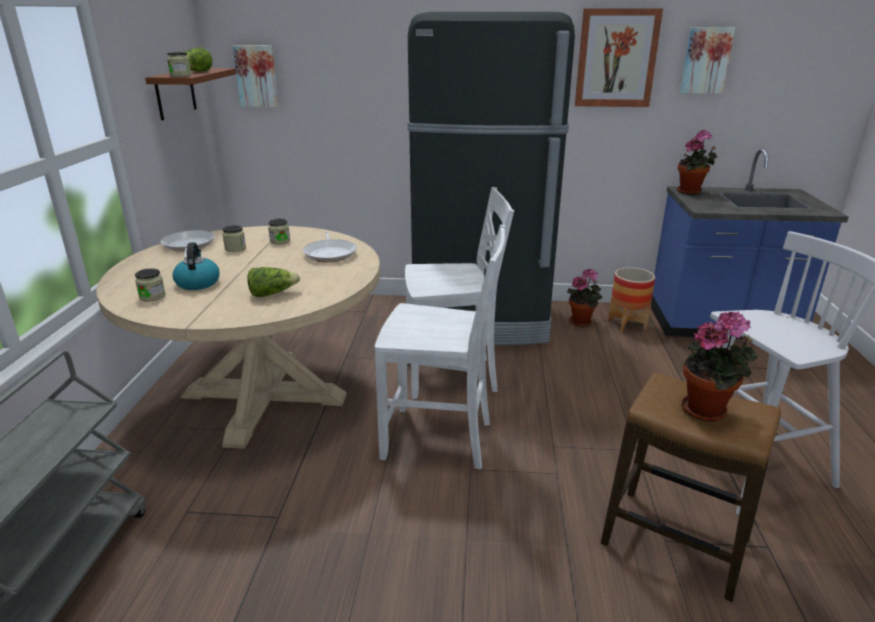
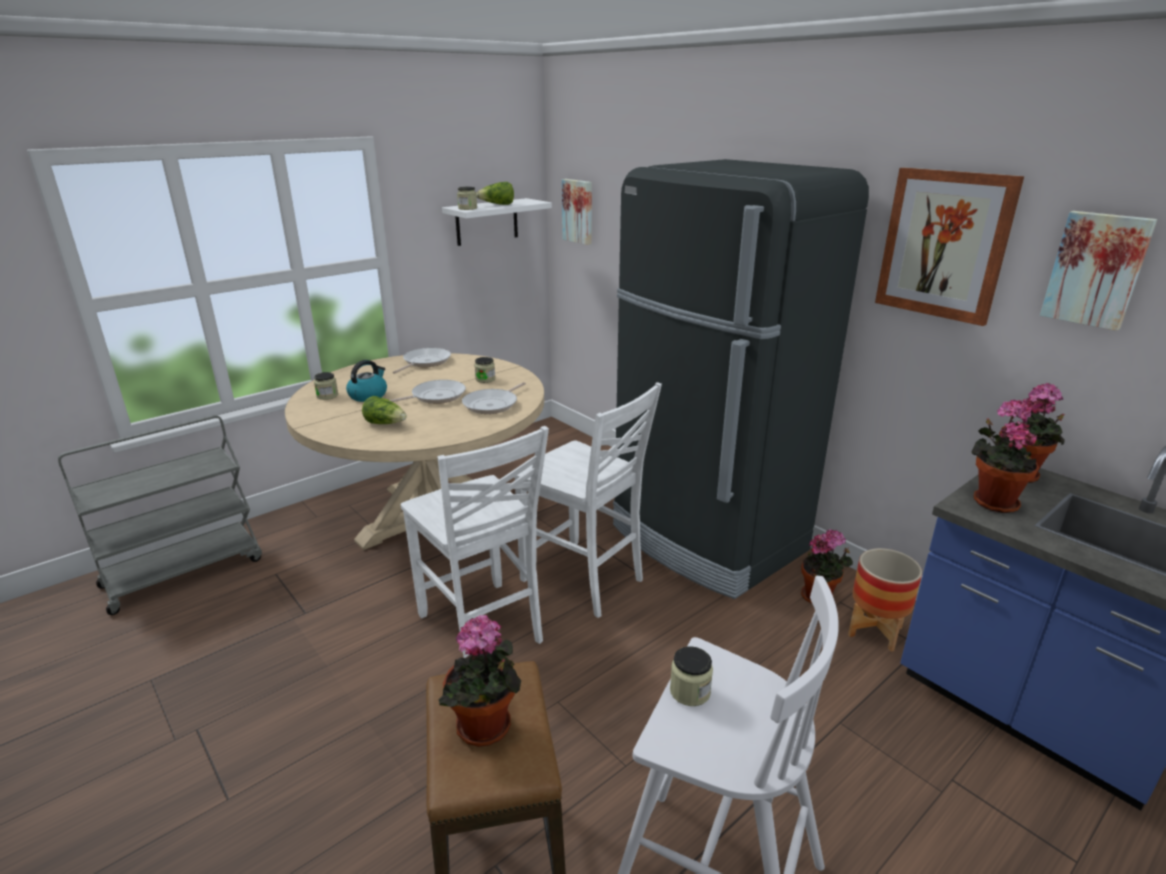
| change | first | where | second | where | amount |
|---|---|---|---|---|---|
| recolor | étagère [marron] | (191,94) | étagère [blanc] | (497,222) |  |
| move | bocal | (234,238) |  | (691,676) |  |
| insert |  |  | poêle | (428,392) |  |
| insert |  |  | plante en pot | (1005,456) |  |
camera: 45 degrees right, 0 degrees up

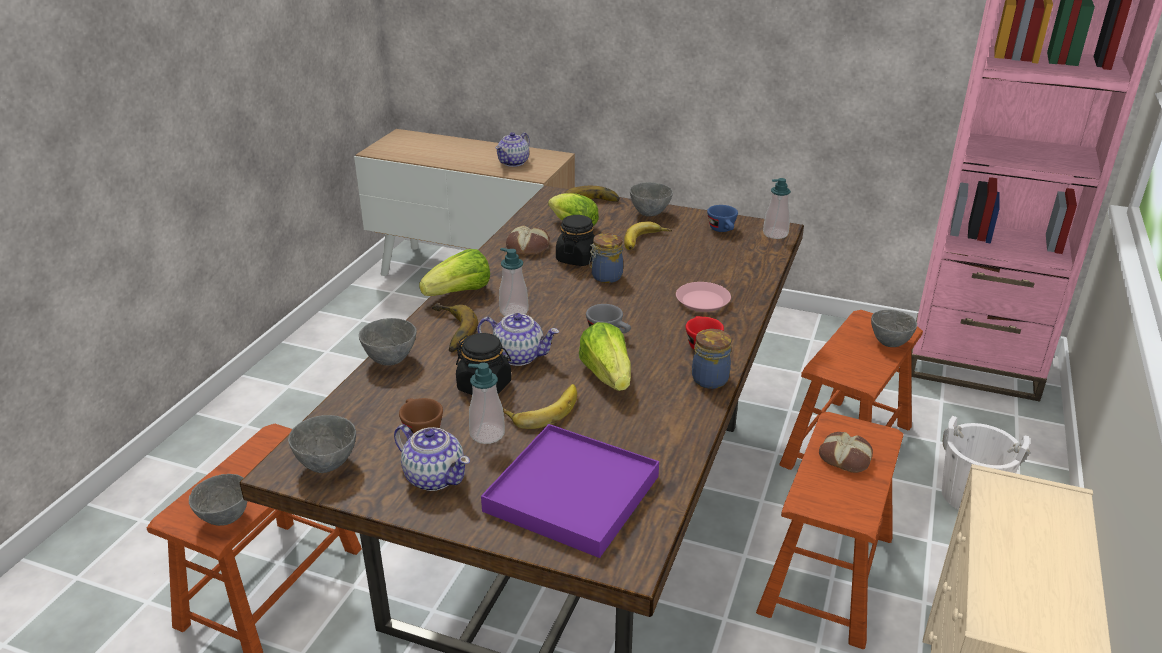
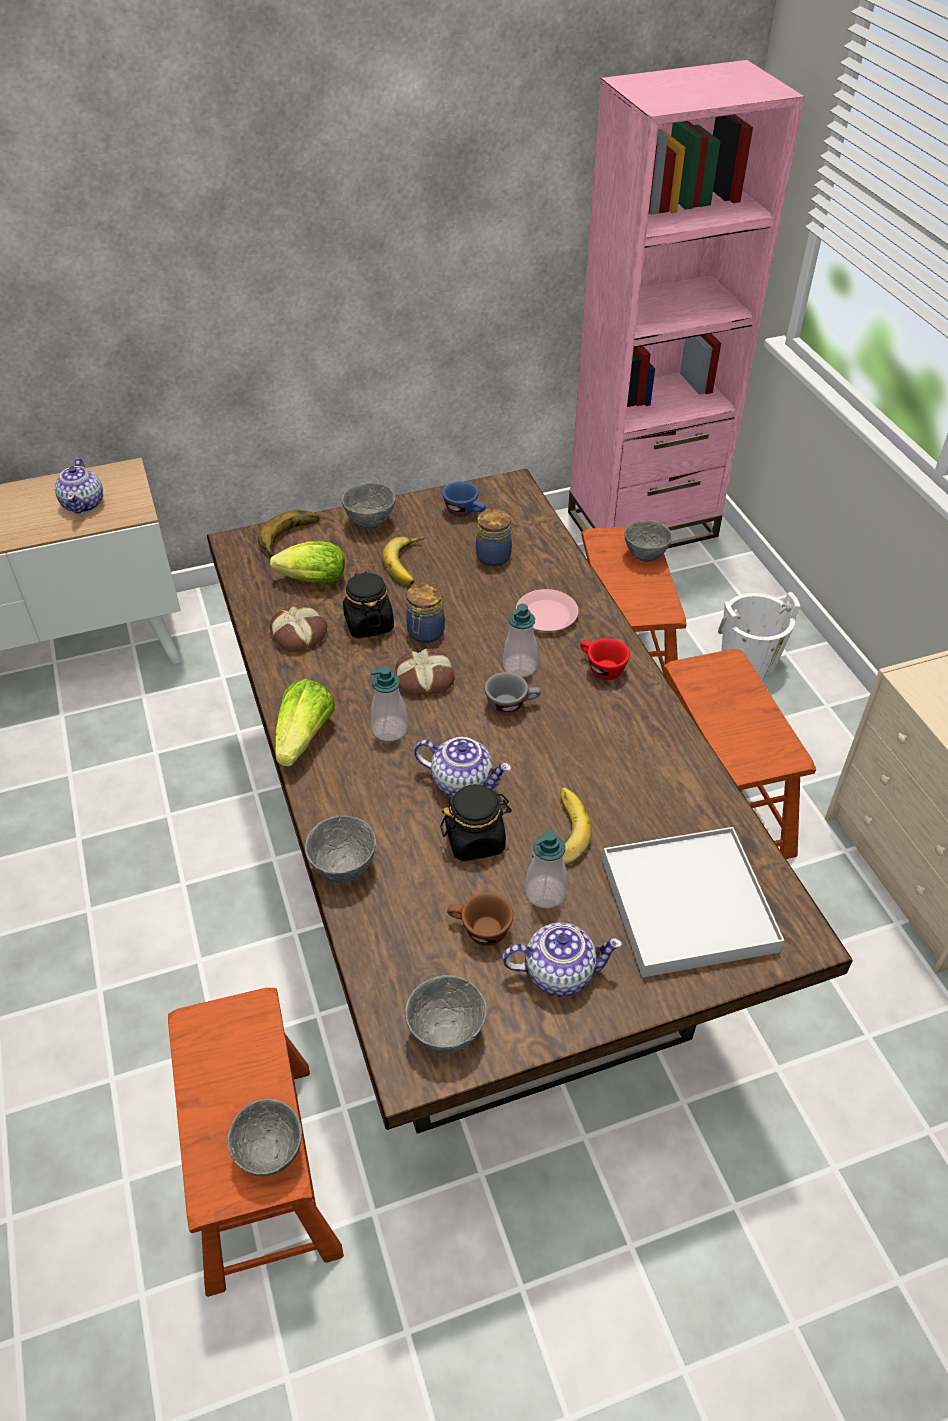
| change | first | where | second | where | amount |
|---|---|---|---|---|---|
| delete | banane | (455,327) |  |  |  |
| rotate | théière | (518,339) |  | (462,767) | 45 degrees clockwise |
| recolor | plateau [violet] | (570,491) | plateau [blanc] | (693,902) |  |
| delete | laitue | (605,356) |  |  |  |
| move | bocal | (712,359) |  | (494,537) |  |
| move | distributeur de savon | (777,208) |  | (520,640) |  |
| move | pain | (846,452) |  | (425,672) |  |
camera: 40 degrees left, 15 degrees up

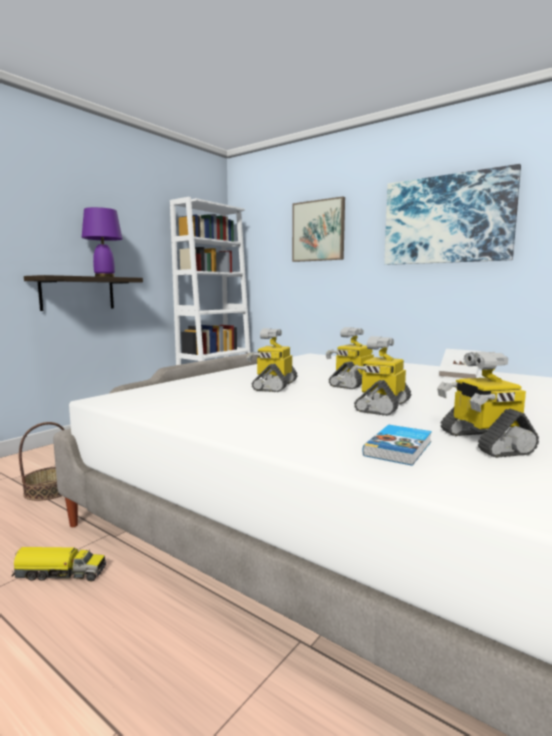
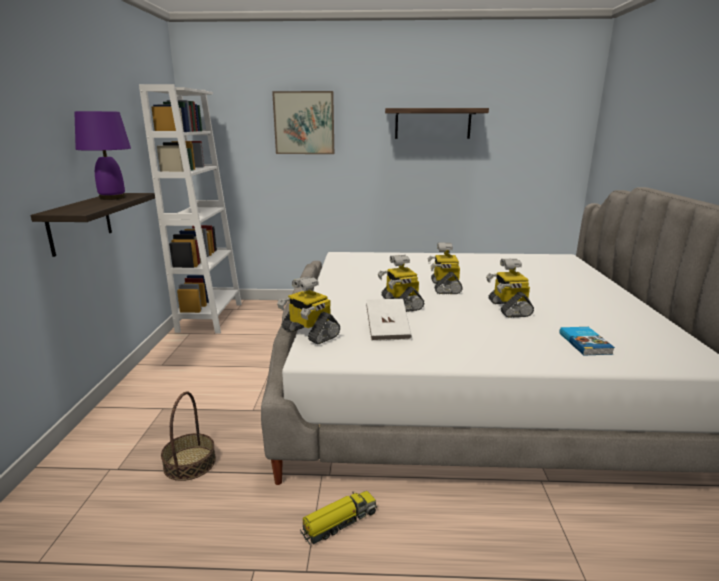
| change | first | where | second | where | amount |
|---|---|---|---|---|---|
| replace | tableau | (452,214) | étagère | (437,123) |  |
| move | robot jouet | (488,404) |  | (308,310) |  |
| move | livre [blanc] | (460,364) |  | (389,320) |  |
camera: 35 degrees left, 10 degrees up

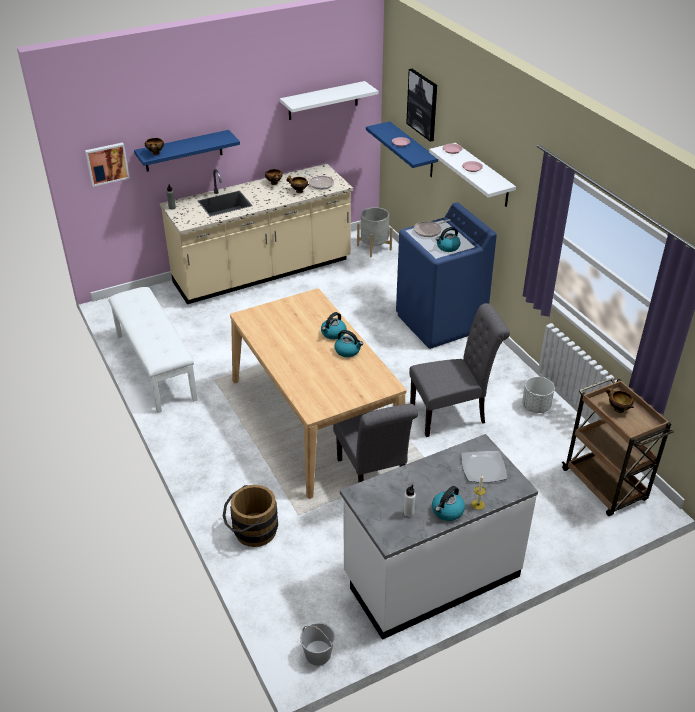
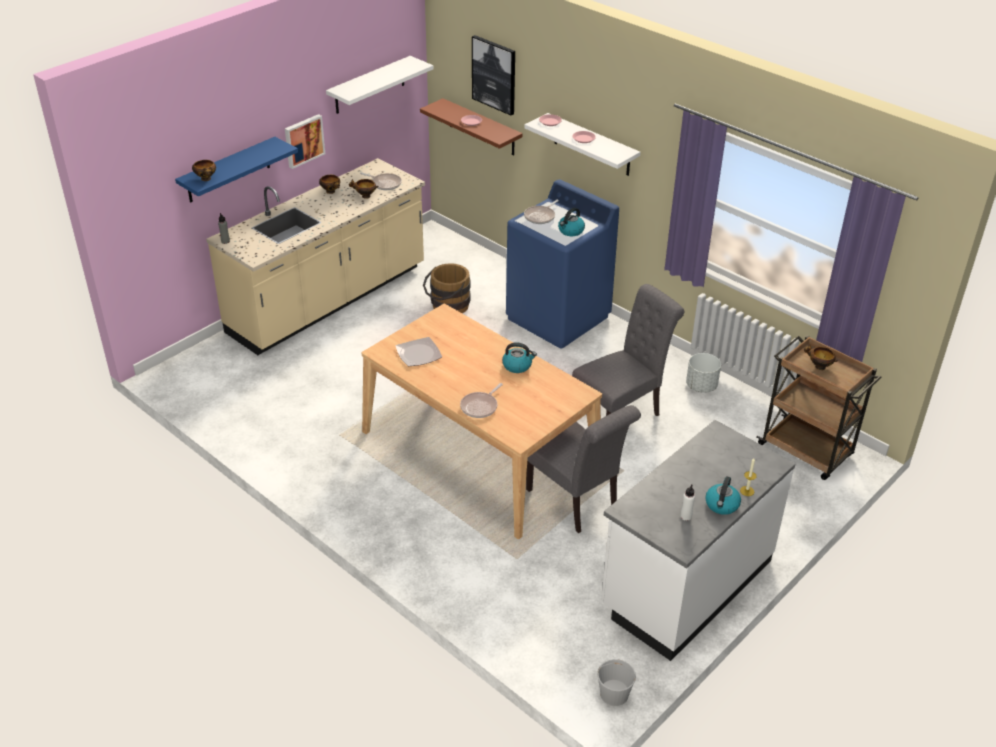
| change | first | where | second | where | amount |
|---|---|---|---|---|---|
| move | tableau | (107,164) |  | (305,141) |  |
| delete | banc [blanc] | (153,350) |  |  |  |
| move | seau [marron] | (250,516) |  | (447,288) |  |
| delete | bouilloire | (333,326) |  |  |  |
| delete | cache-pot [gris] | (375,232) |  |  |  |
| recolor | étagère [bleu] | (402,149) | étagère [marron] | (471,127) |  |
| move | assiette | (484,467) |  | (419,351) |  |
| insert |  |  | poêle | (481,400) |  |
camera: 20 degrees left, 0 degrees up

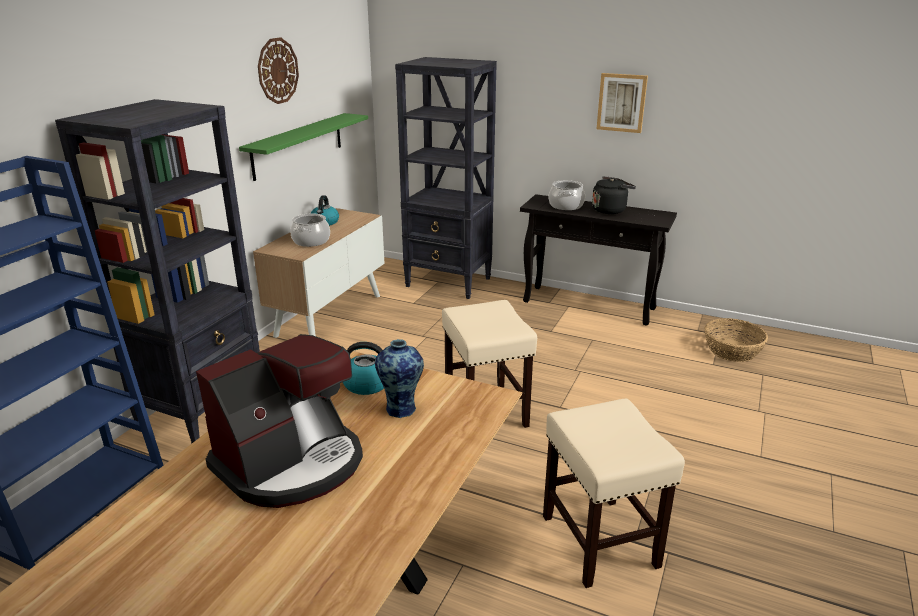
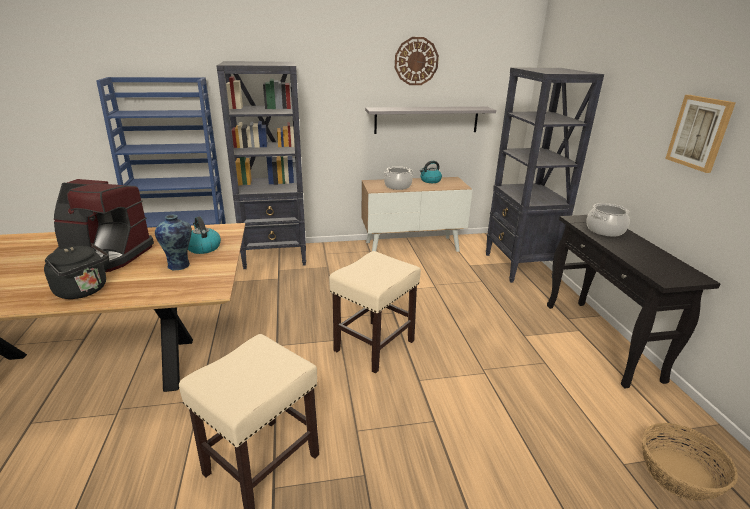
| change | first | where | second | where | amount |
|---|---|---|---|---|---|
| recolor | étagère [vert] | (303,147) | étagère [gris] | (430,120) |  |
| move | bouilloire [noir] | (614,195) |  | (76,271) |  |
camera: 55 degrees right, 0 degrees up

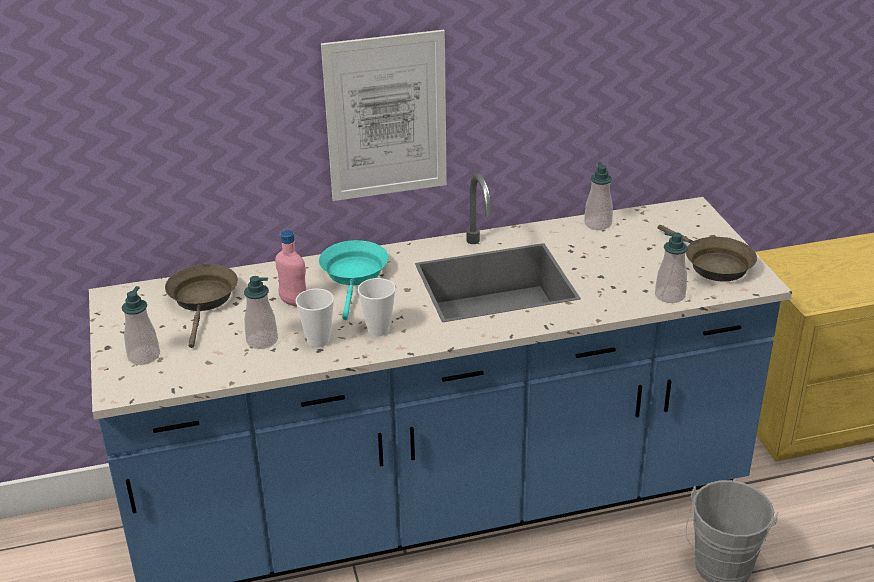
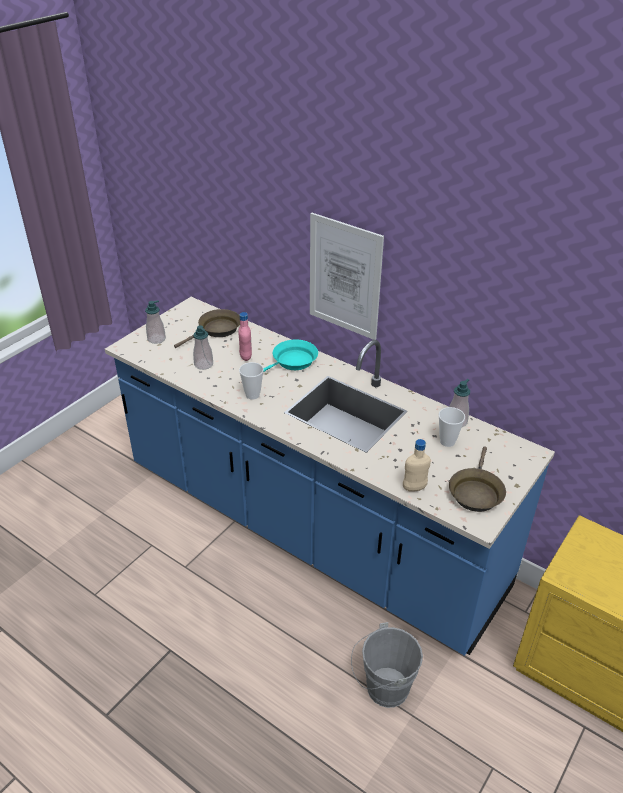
| change | first | where | second | where | amount |
|---|---|---|---|---|---|
| move | tasse | (315,318) |  | (452,427) |  |
| replace | distributeur de savon | (671,267) | bouteille [beige] | (417,465) |  |
camera: 50 degrees right, 5 degrees up

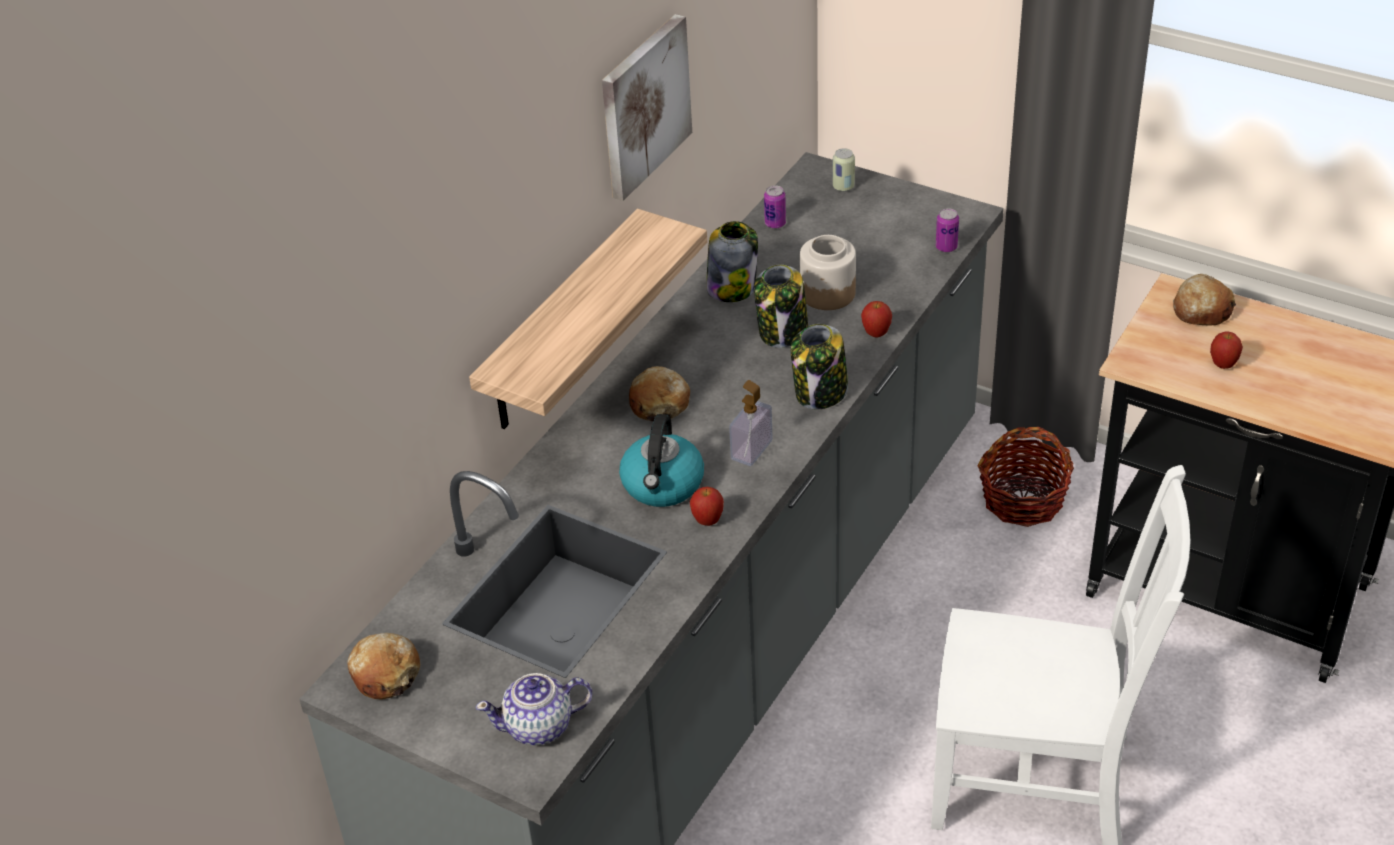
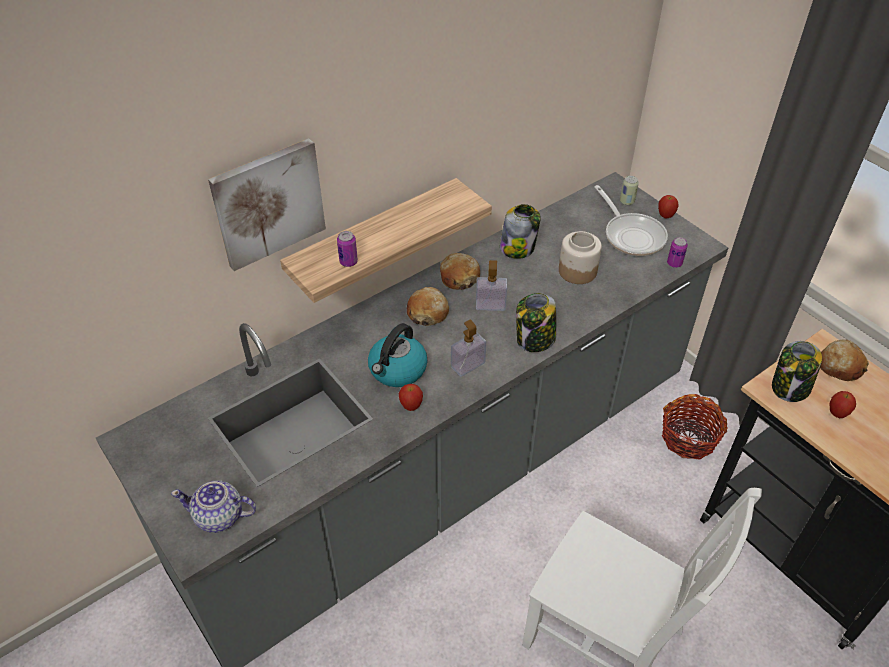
| change | first | where | second | where | amount |
|---|---|---|---|---|---|
| move | pain | (383,666) |  | (460,271) |  |
| move | tableau | (647,107) |  | (267,204) |  |
| move | bocal | (781,306) |  | (797,371) |  |
| move | boîte métallique | (775,207) |  | (347,249) |  |
| move | pomme | (876,319) |  | (668,207) |  |
| insert |  |  | distributeur de savon | (491,285) |  |
| insert |  |  | poêle | (631,220) |  |
camera: 20 degrees right, 5 degrees up

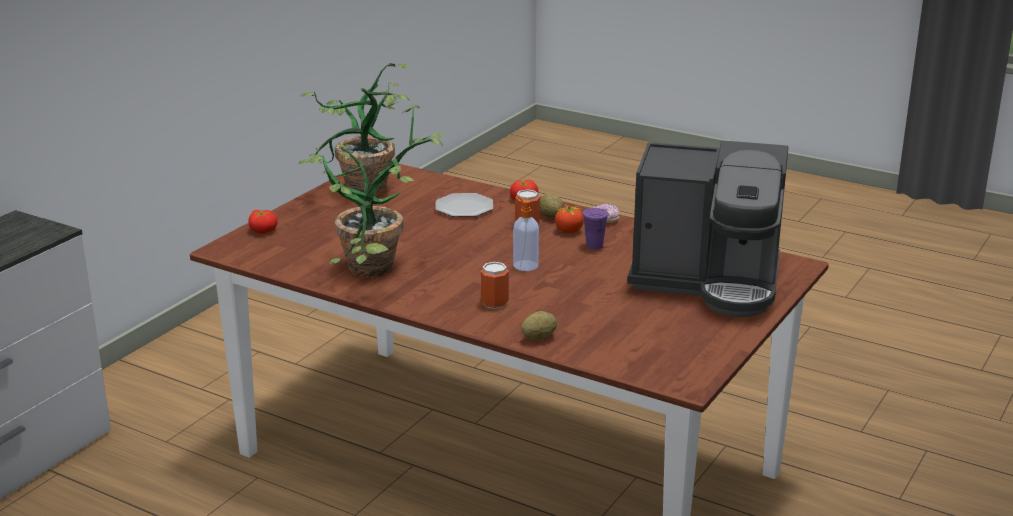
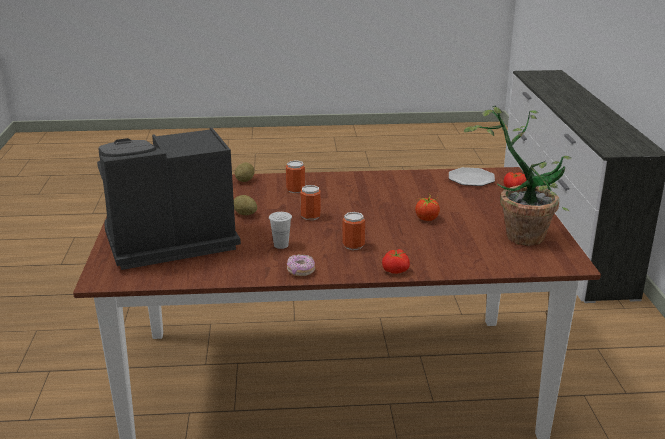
| change | first | where | second | where | amount |
|---|---|---|---|---|---|
| delete | plante en pot | (383,191) |  |  |  |
| move | assiette | (464,205) |  | (472,176) |  |
| replace | distributeur de savon | (526,234) | boîte métallique | (311,202) |  |
| move | pomme de terre | (552,205) |  | (245,205) |  |
| move | tomate | (569,219) |  | (427,208) |  |
| recolor | tasse [violet] | (595,229) | tasse [blanc] | (280,230) |  |
camera: 145 degrees right, 0 degrees up

